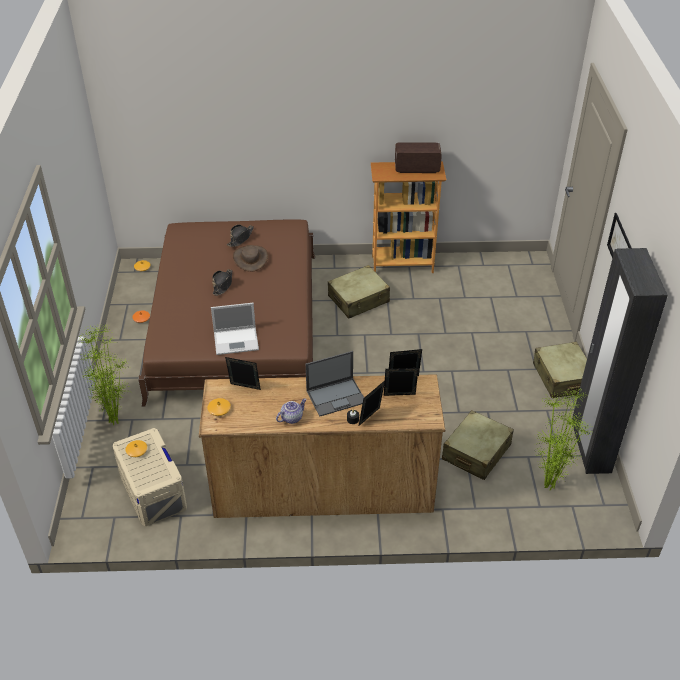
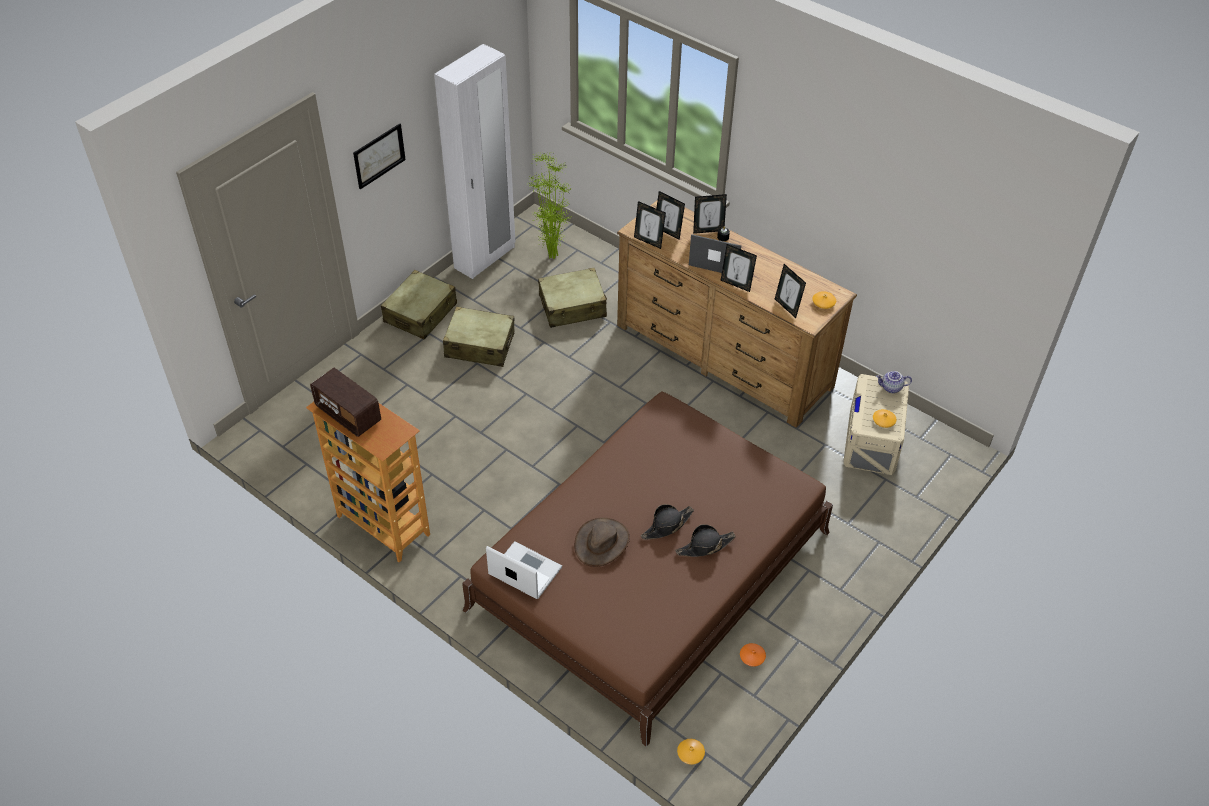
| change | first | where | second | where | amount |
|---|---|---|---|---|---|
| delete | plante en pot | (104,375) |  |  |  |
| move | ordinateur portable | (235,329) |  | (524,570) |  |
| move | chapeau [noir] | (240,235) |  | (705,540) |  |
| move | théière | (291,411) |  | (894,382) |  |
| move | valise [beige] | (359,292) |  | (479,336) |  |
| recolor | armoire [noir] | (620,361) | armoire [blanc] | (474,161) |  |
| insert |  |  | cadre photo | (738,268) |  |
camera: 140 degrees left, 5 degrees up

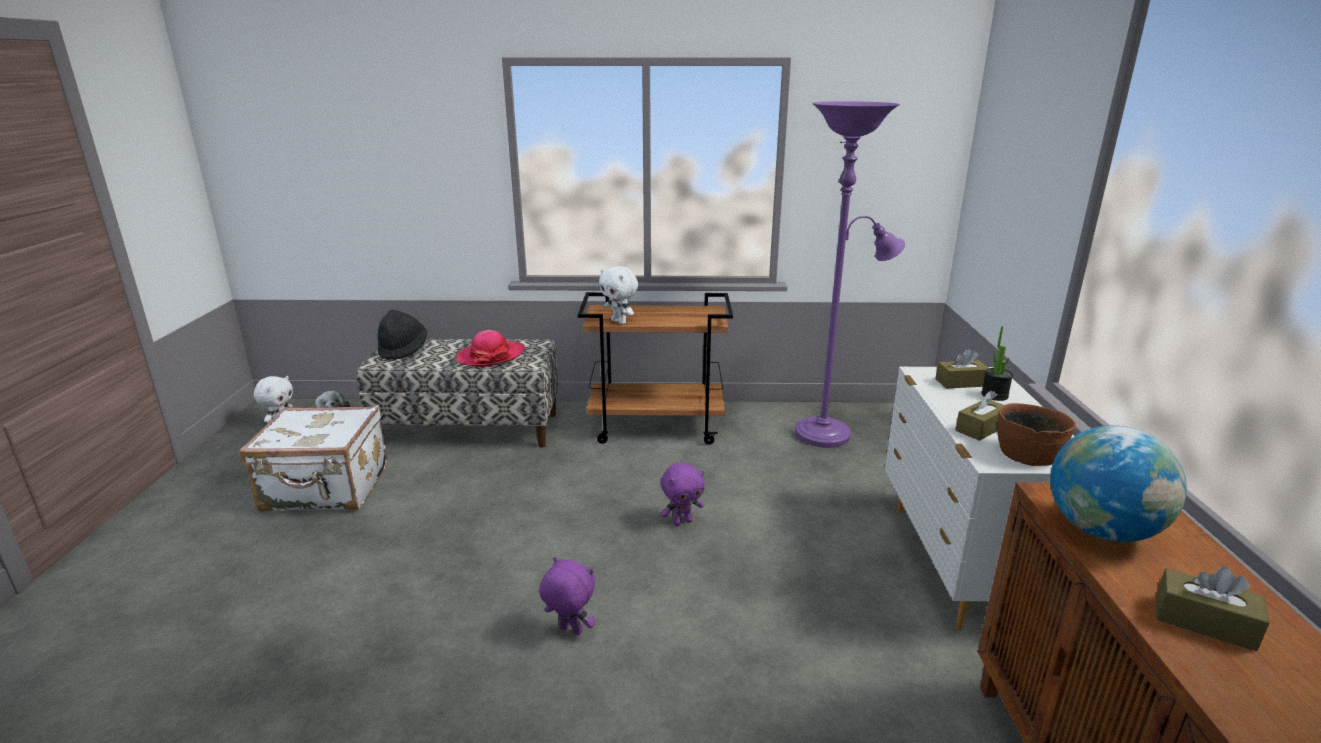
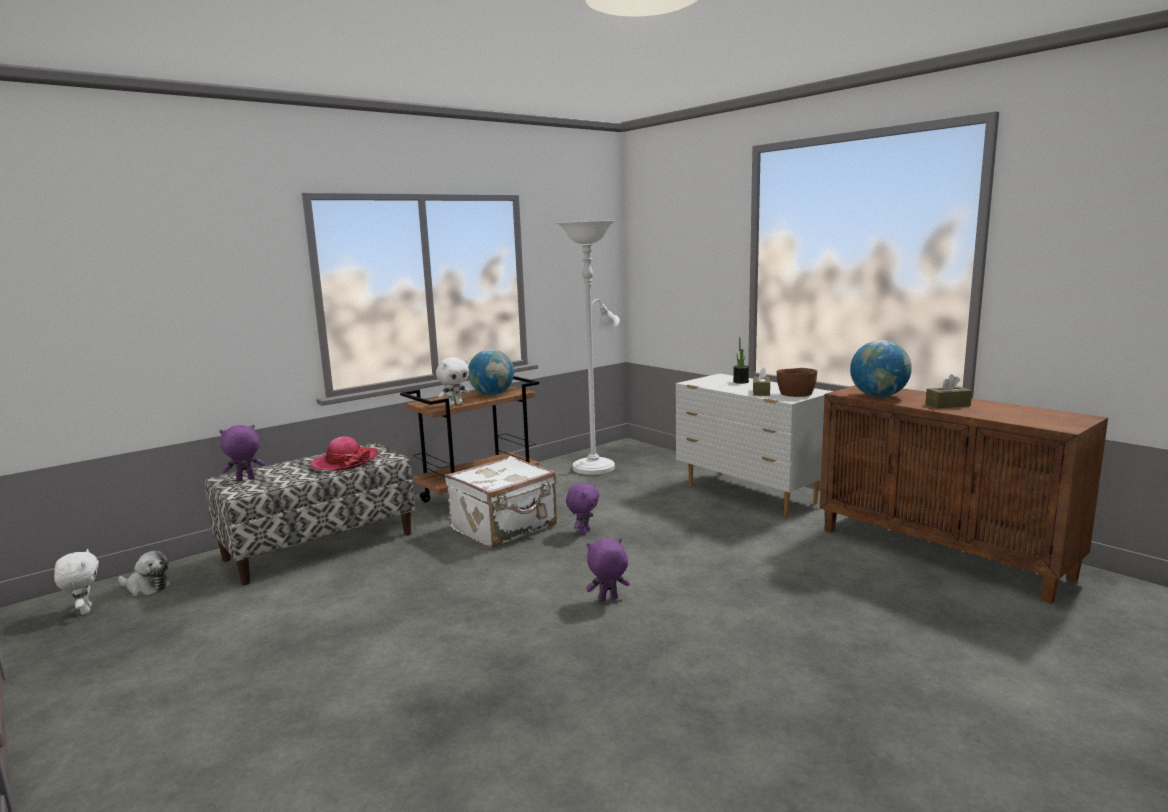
| change | first | where | second | where | amount |
|---|---|---|---|---|---|
| move | valise [blanc] | (314,458) |  | (501,502) |  |
| replace | chapeau [noir] | (402,335) | peluche [violet] | (242,453) |  |
| rotate | peluche [blanc] | (618,295) |  | (453,381) | 45 degrees counterclockwise |
| recolor | lampadaire [violet] | (850,274) | lampadaire [blanc] | (588,348) |  |
| delete | boîte à mouchoirs [marron] | (962,369) |  |  |  |
| insert |  |  | globe | (491,372) |  |
camera: 40 degrees left, 10 degrees down

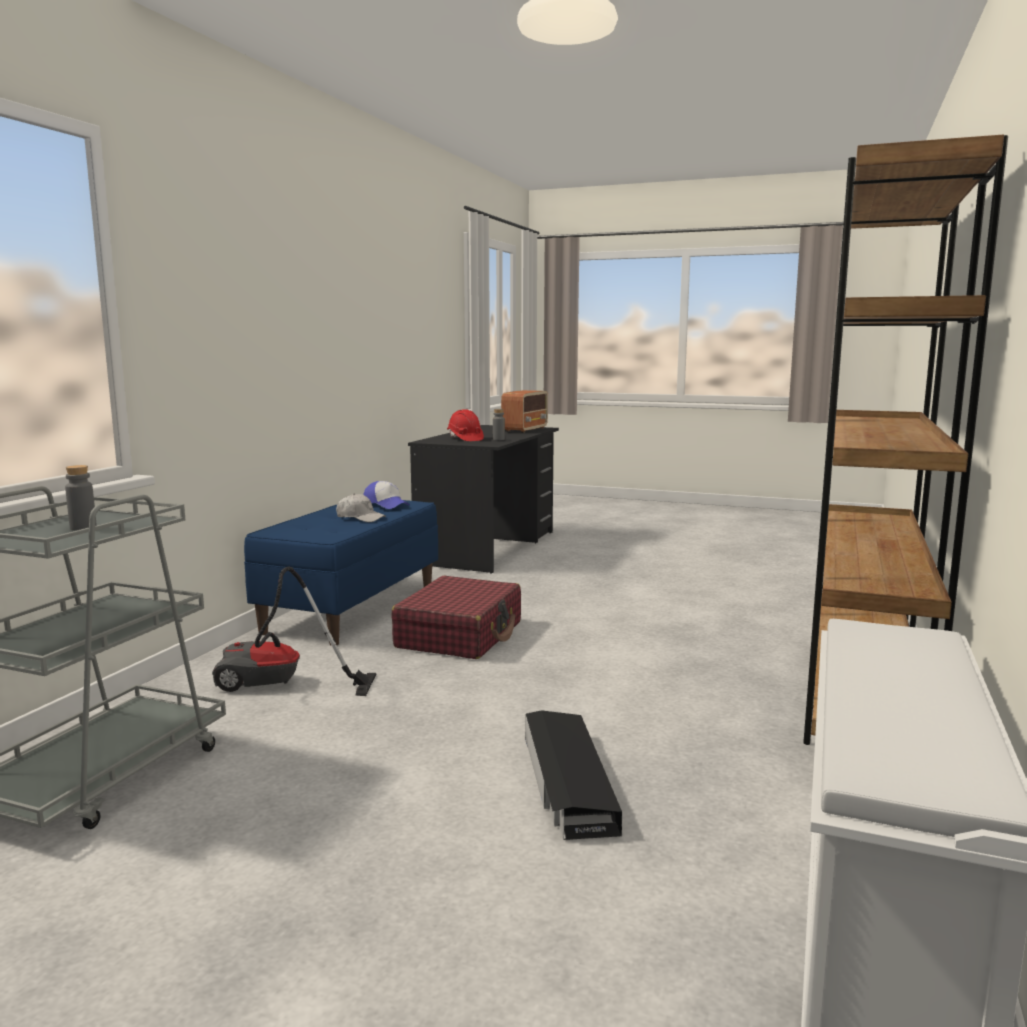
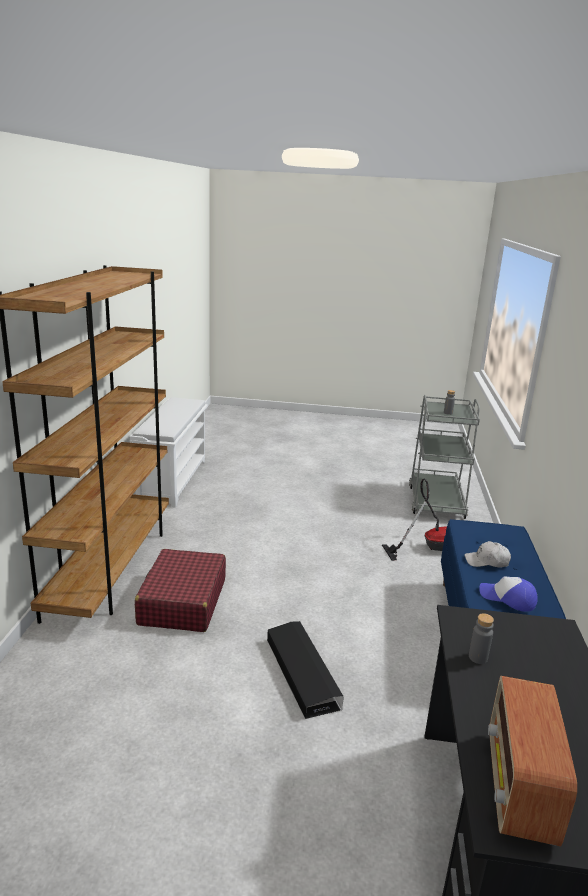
| change | first | where | second | where | amount |
|---|---|---|---|---|---|
| move | valise [rouge] | (456,617) |  | (180,590) |  |
| delete | casque de chantier [rouge] | (465,425) |  |  |  |
| move | boîte de rangement [noir] | (574,775) |  | (305,670) |  |
camera: 165 degrees right, 10 degrees up

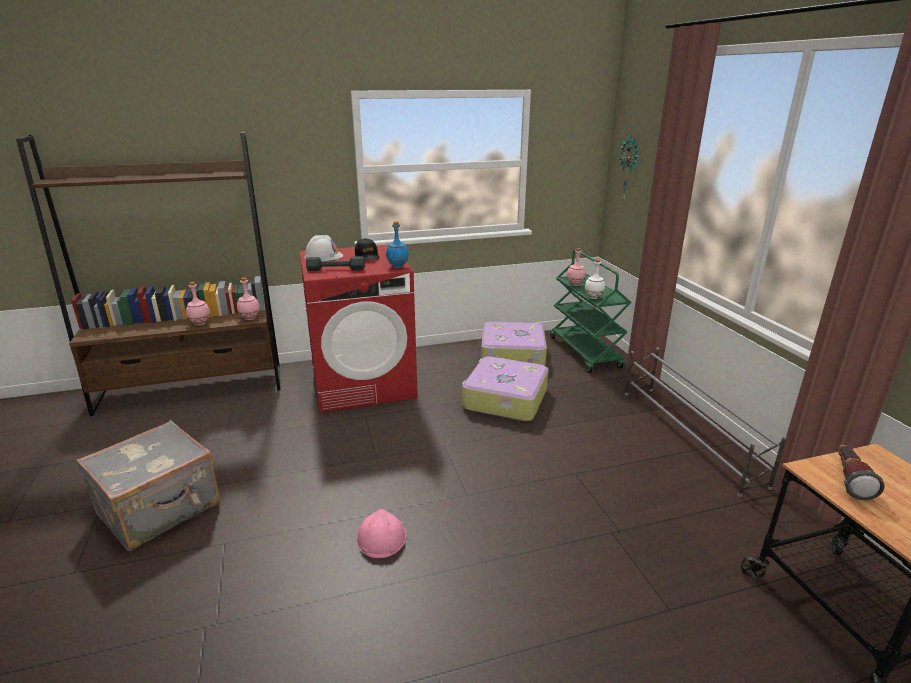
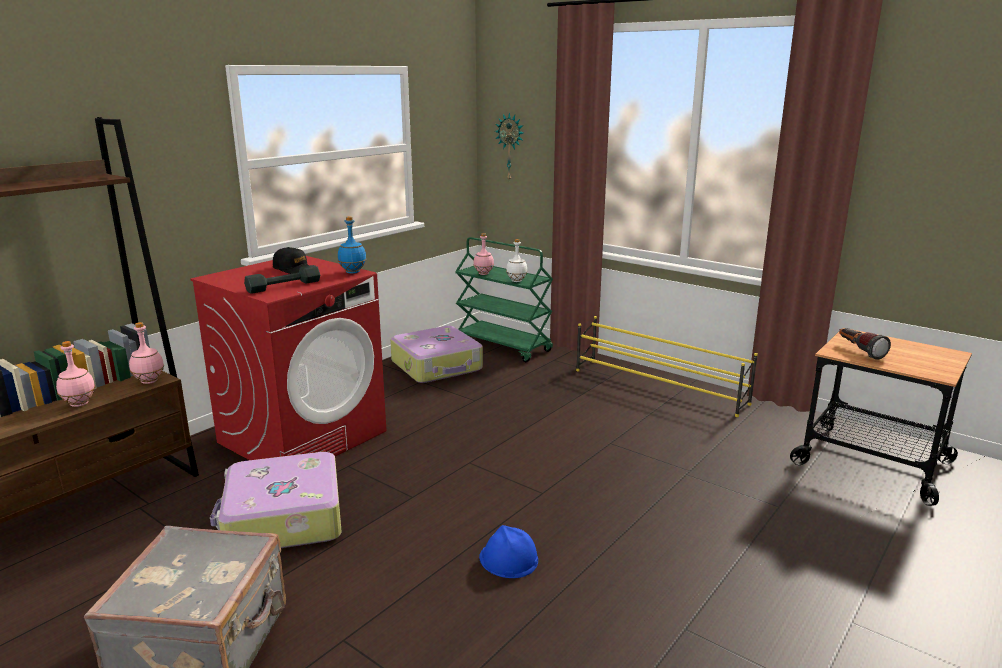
| change | first | where | second | where | amount |
|---|---|---|---|---|---|
| delete | casque de chantier [blanc] | (323,248) |  |  |  |
| recolor | casque de chantier [rose] | (382,533) | casque de chantier [bleu] | (508,551) |  |
| move | valise | (505,388) |  | (276,500) |  |
| recolor | étagère à chaussures [gris] | (706,422) | étagère à chaussures [jaune] | (667,366) |  |
camera: 35 degrees left, 5 degrees down

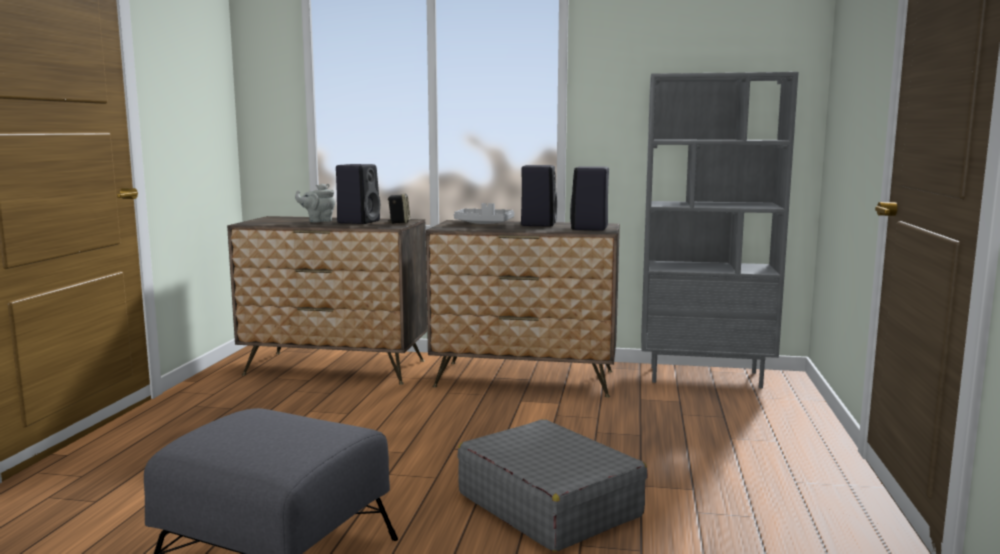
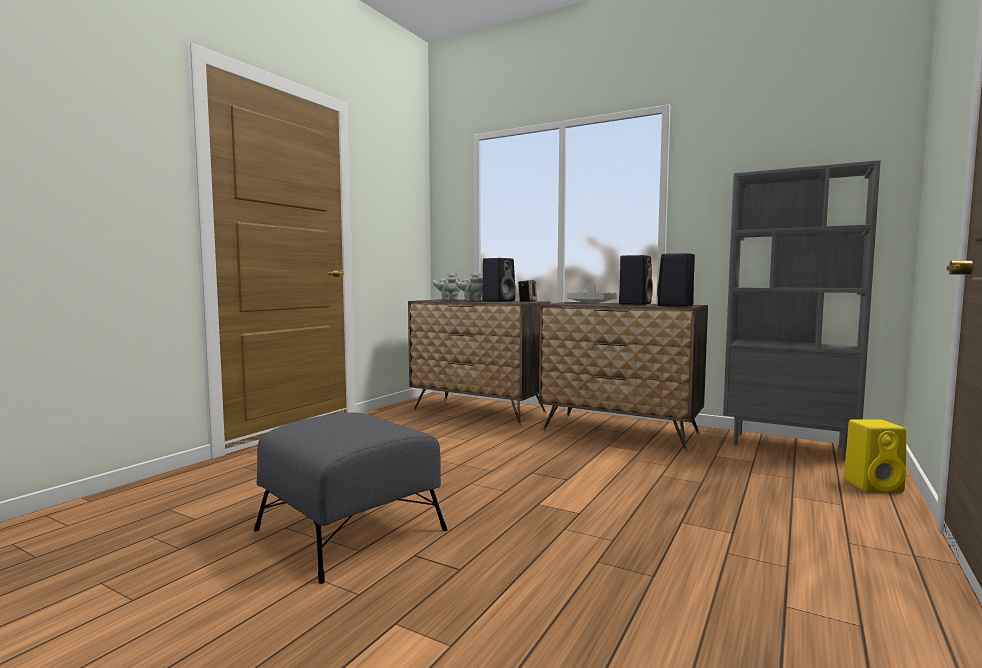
| change | first | where | second | where | amount |
|---|---|---|---|---|---|
| delete | valise [gris] | (552,485) |  |  |  |
| insert |  |  | théière [gris] | (446,286) |  |
| insert |  |  | enceinte [jaune] | (875,456) |  |
camera: 20 degrees right, 5 degrees down

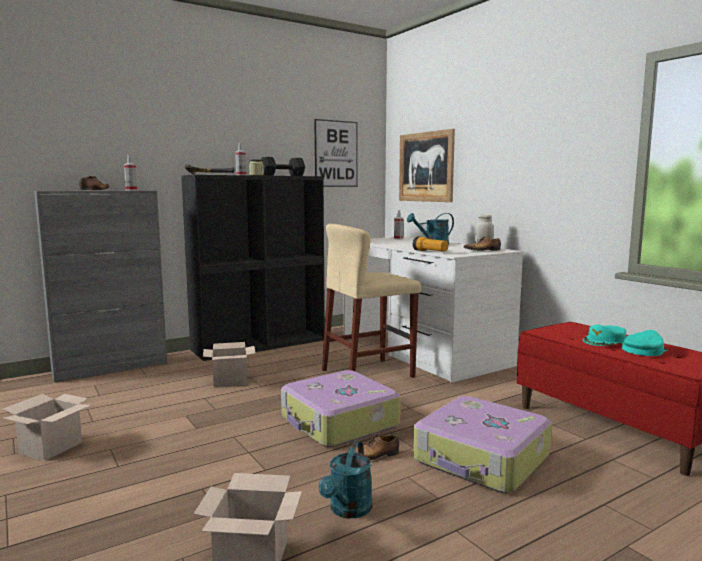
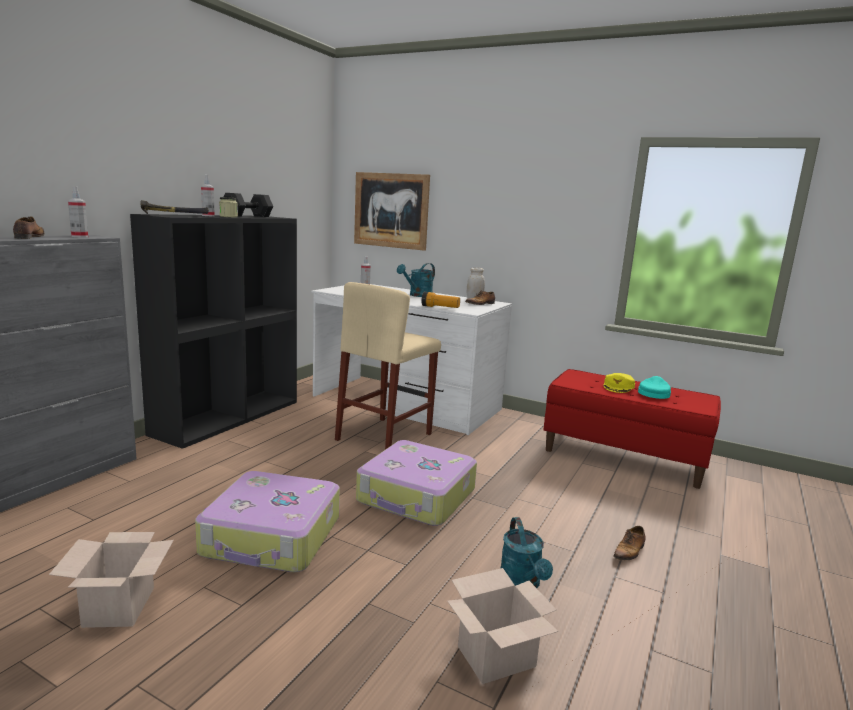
| change | first | where | second | where | amount |
|---|---|---|---|---|---|
| delete | carton | (229,365) |  |  |  |
| delete | tableau | (336,153) |  |  |  |
| move | chaussure | (373,447) |  | (629,543) |  |
| move | valise | (482,444) |  | (267,521) |  |
| recolor | casquette [turquoise] | (604,335) | casquette [jaune] | (619,383) |  |
camera: 30 degrees left, 5 degrees up

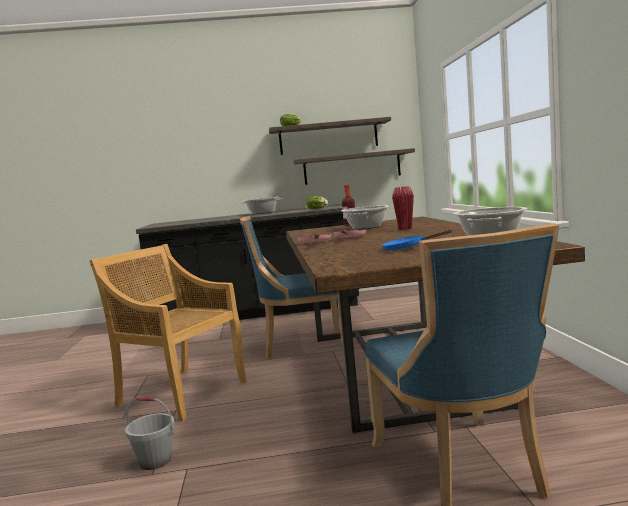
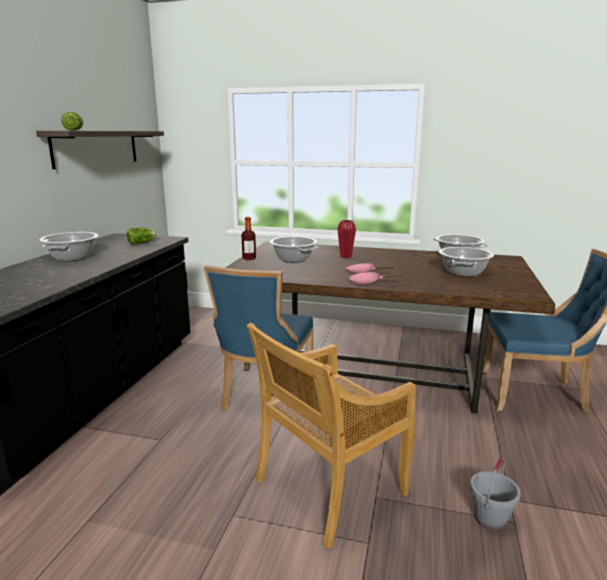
| change | first | where | second | where | amount |
|---|---|---|---|---|---|
| delete | étagère | (354,166) |  |  |  |
| replace | poêle [bleu] | (417,239) | marmite | (466,262) |  |
camera: 70 degrees left, 10 degrees up

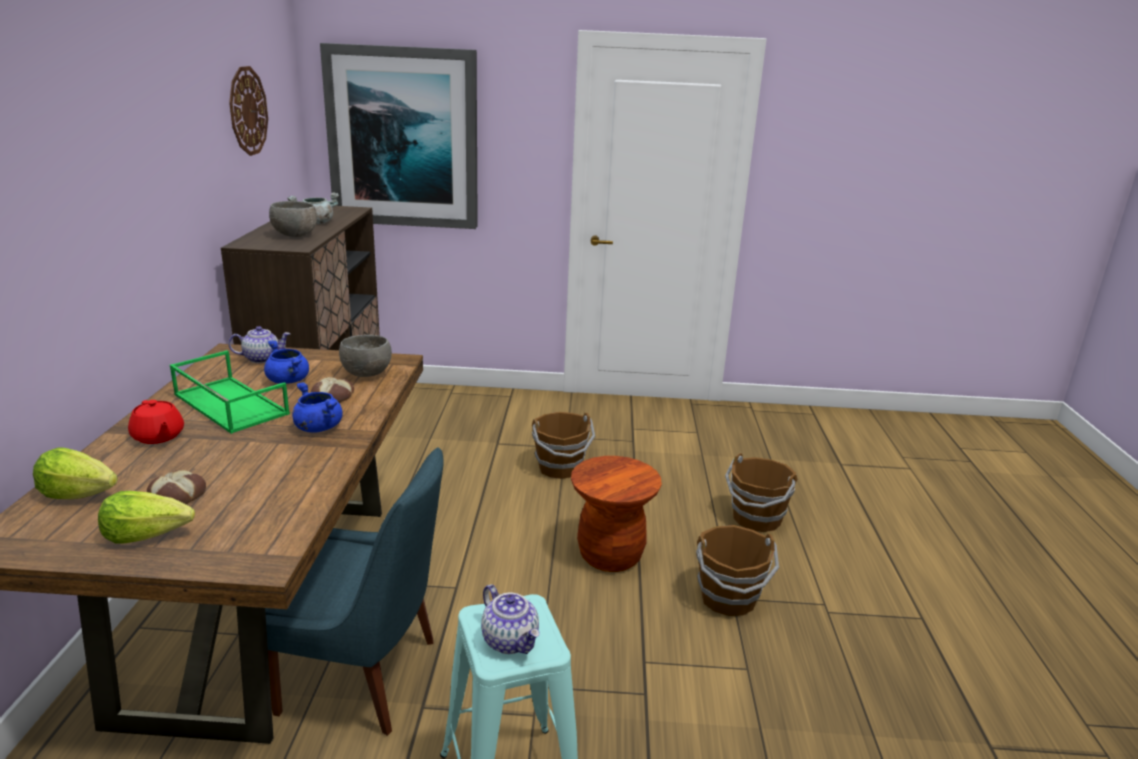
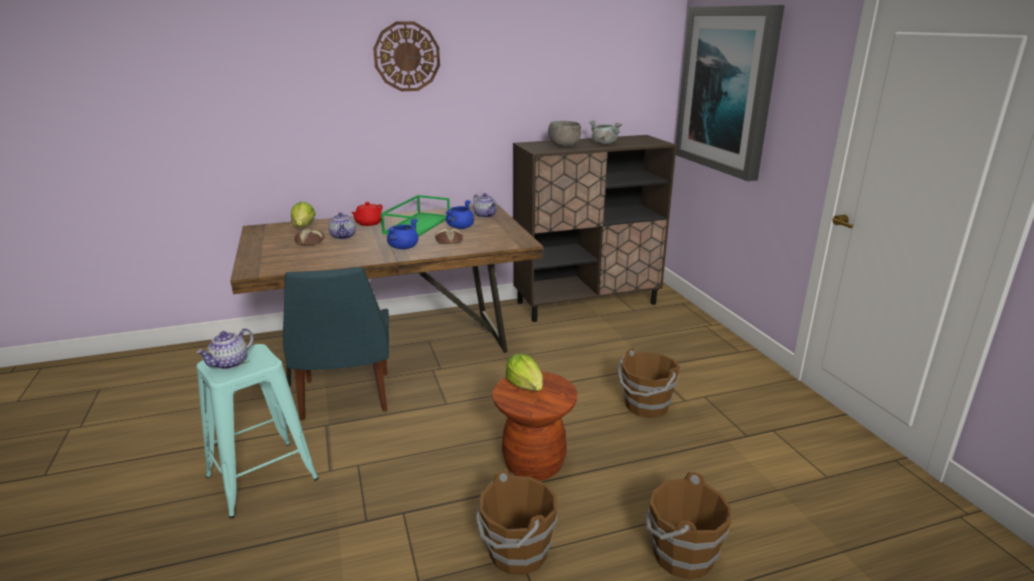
| change | first | where | second | where | amount |
|---|---|---|---|---|---|
| move | laitue | (146,517) |  | (524,372) |  |
| move | horloge murale | (248,111) |  | (406,56) |  |
| delete | bol [gris] | (365,356) |  |  |  |
| insert |  |  | théière | (342,226) |  |
camera: 70 degrees right, 0 degrees up

